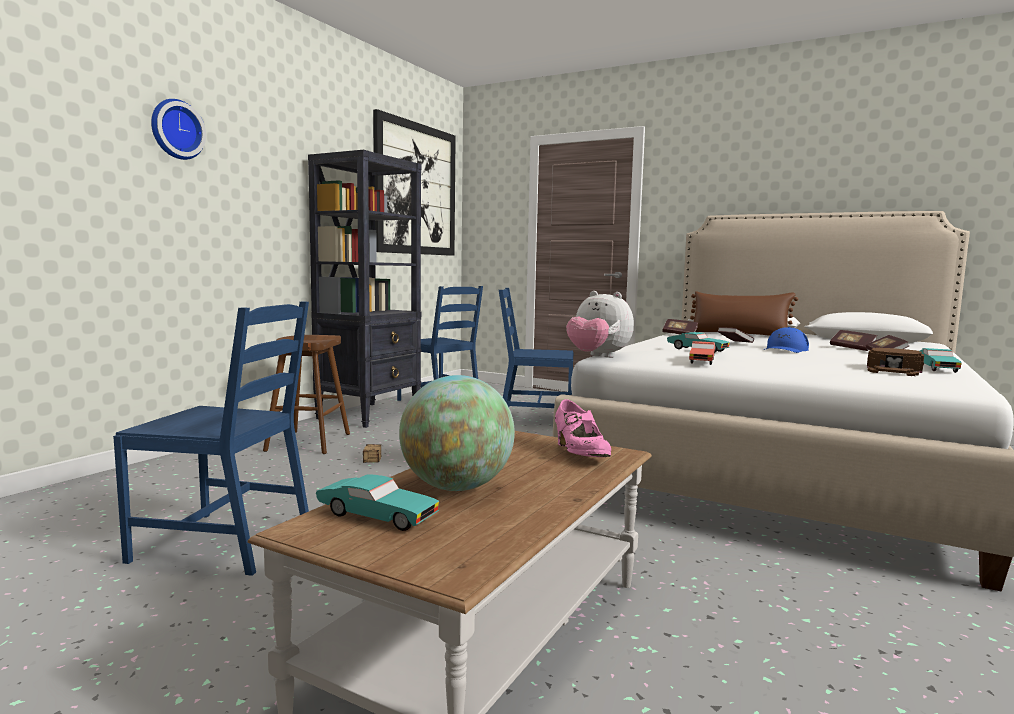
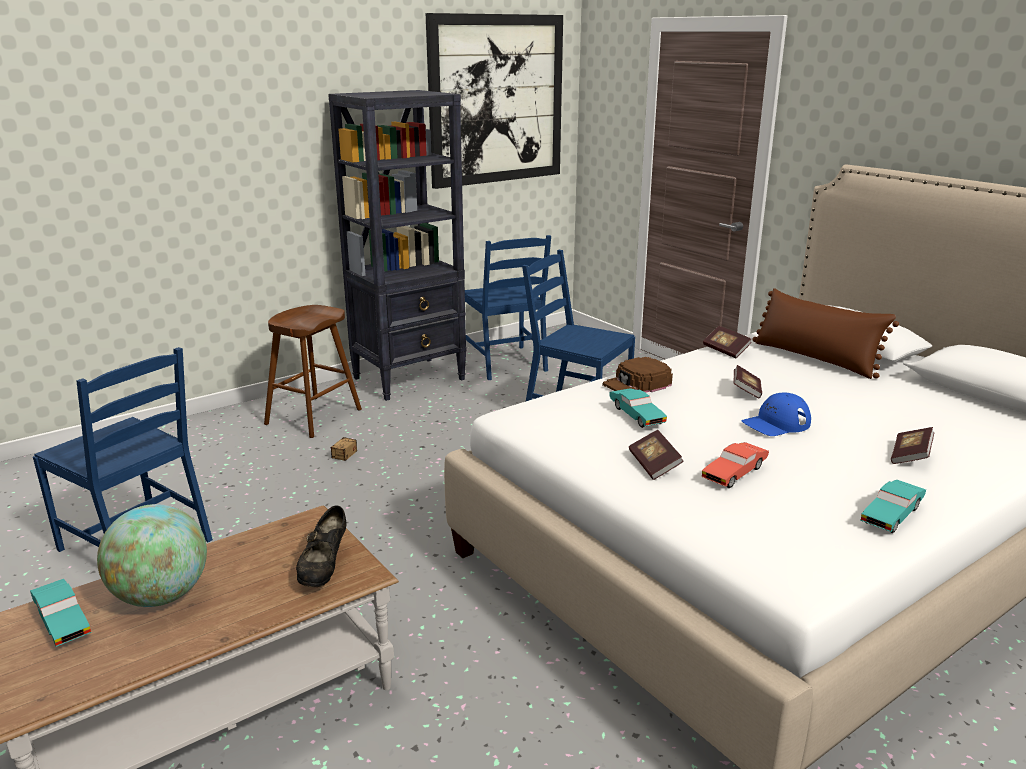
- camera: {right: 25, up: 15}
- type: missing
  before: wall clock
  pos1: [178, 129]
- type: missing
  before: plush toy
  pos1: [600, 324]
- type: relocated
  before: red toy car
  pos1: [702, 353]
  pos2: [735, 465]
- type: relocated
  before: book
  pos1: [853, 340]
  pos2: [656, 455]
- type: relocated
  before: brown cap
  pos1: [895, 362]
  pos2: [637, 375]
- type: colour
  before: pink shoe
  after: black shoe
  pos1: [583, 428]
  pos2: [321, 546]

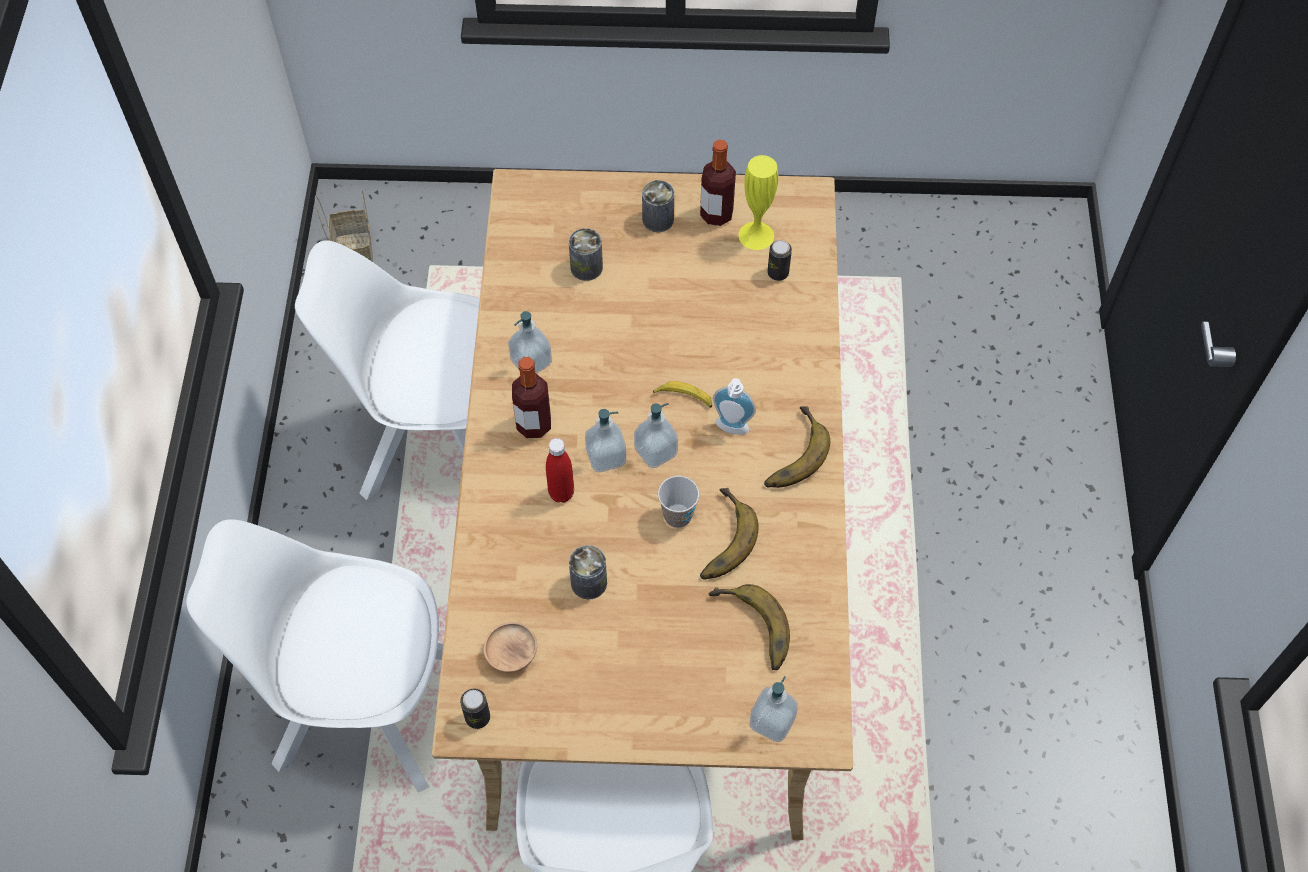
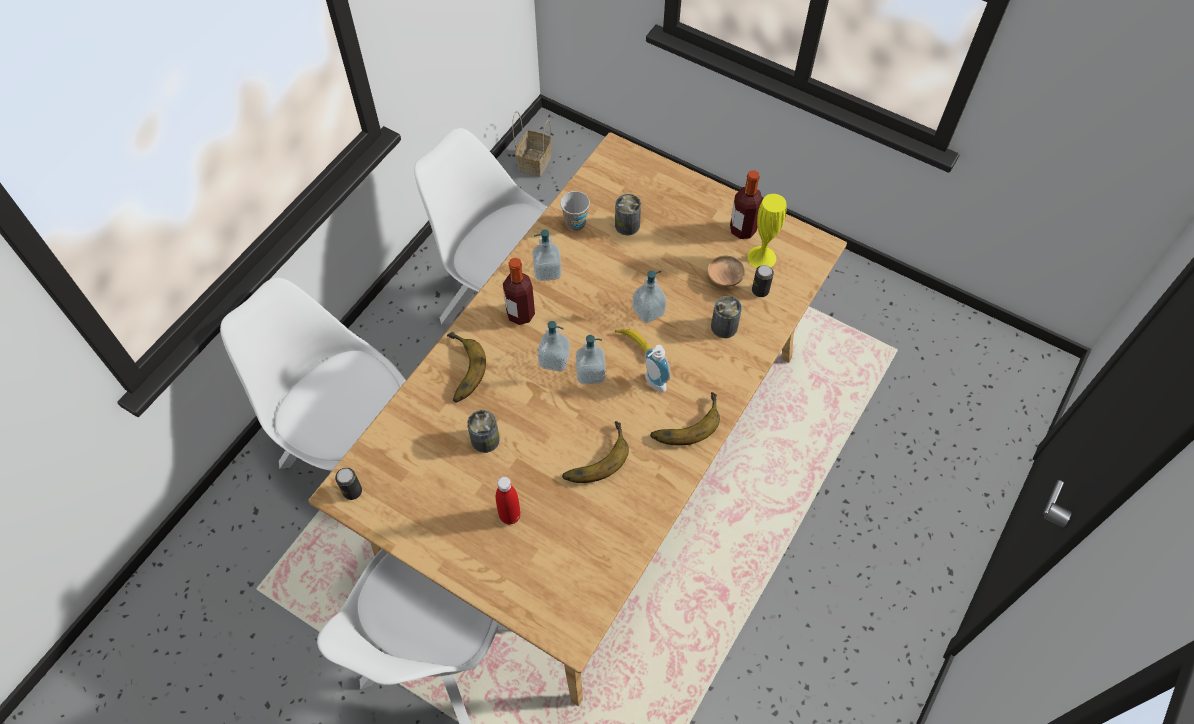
- camera: {right: 30, up: 0}
- type: relocated
  before: brown bowl
  pos1: [510, 647]
  pos2: [726, 271]
- type: relocated
  before: red bottle
  pos1: [560, 470]
  pos2: [508, 501]
- type: relocated
  before: can
  pos1: [658, 206]
  pos2: [726, 317]
- type: relocated
  before: cup
  pos1: [678, 502]
  pos2: [575, 211]
- type: relocated
  before: banana
  pos1: [749, 627]
  pos2: [466, 367]
- type: relocated
  before: soap dispenser
  pos1: [774, 709]
  pos2: [649, 297]

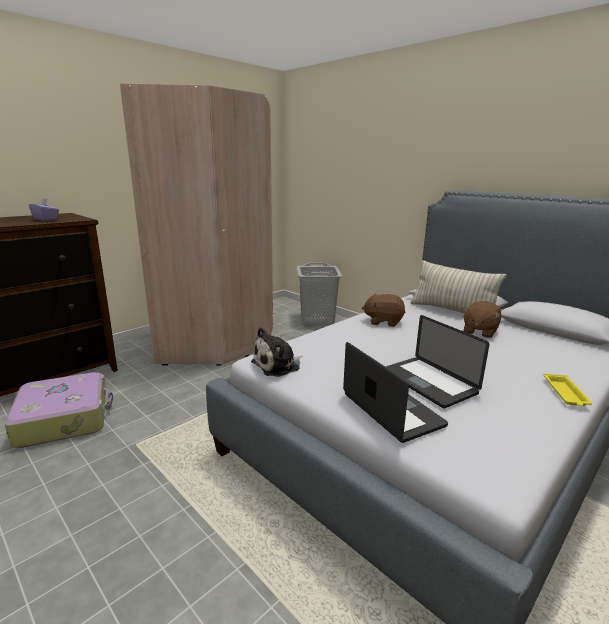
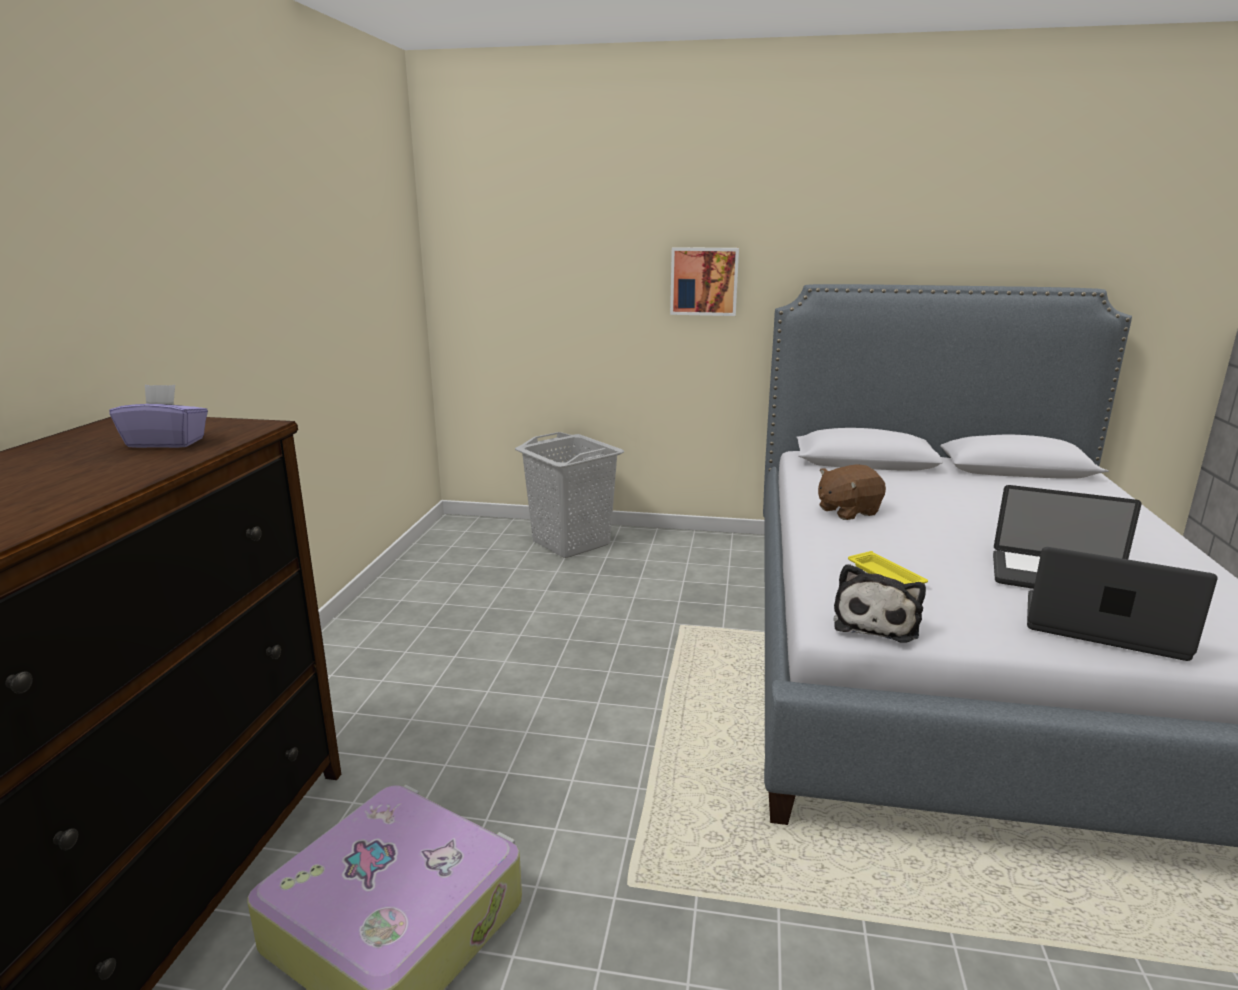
- camera: {right: -35, up: 0}
- type: missing
  before: beige wardrobe
  pos1: [196, 224]
- type: missing
  before: pillow
  pos1: [458, 286]
- type: missing
  before: brown plush toy
  pos1: [482, 319]
- type: appeared
  after: picture
  pos2: [704, 281]
- type: relocated
  before: yellow tray
  pos1: [568, 390]
  pos2: [888, 567]

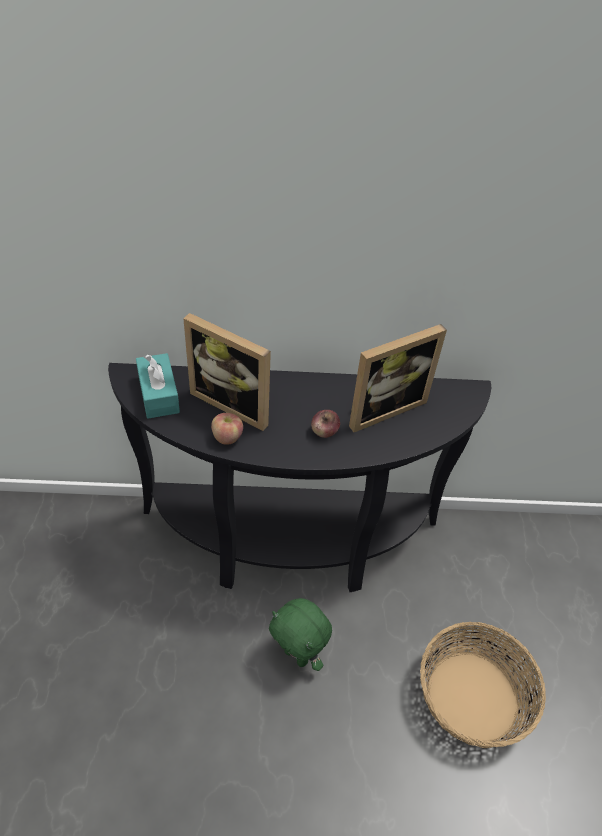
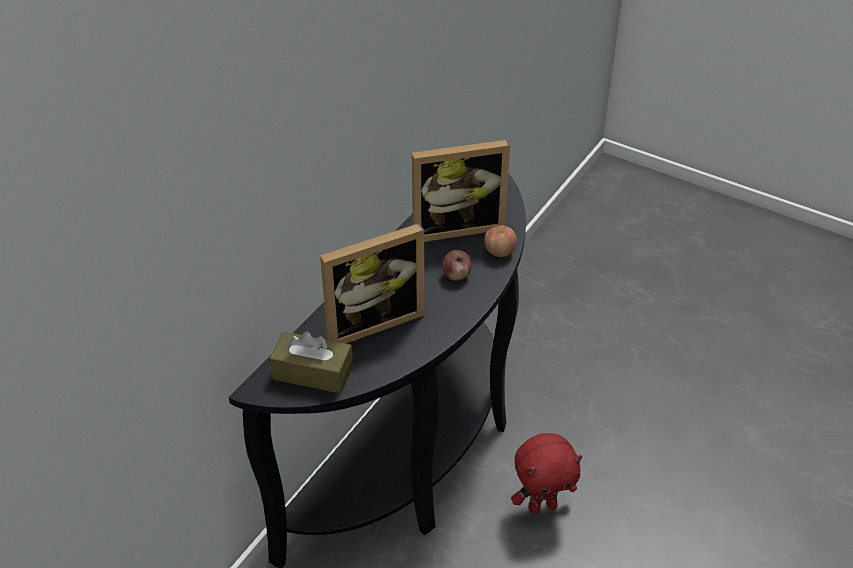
- camera: {right: -55, up: -5}
- type: missing
  before: basket
  pos1: [483, 685]
- type: relocated
  before: apple
  pos1: [227, 429]
  pos2: [500, 241]
- type: colour
  before: turquoise tissue box
  after: brown tissue box
  pos1: [158, 386]
  pos2: [311, 362]
- type: colour
  before: green plush toy
  after: red plush toy
  pos1: [300, 634]
  pos2: [546, 473]
- type: spun
  before: picture frame
  pos1: [398, 378]
  pos2: [461, 191]
  turn: 75

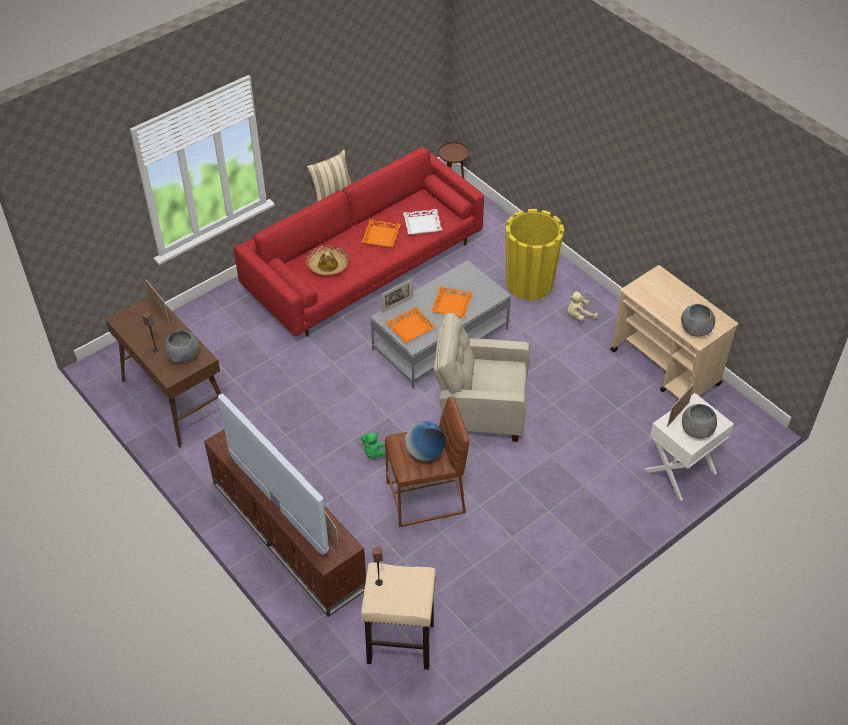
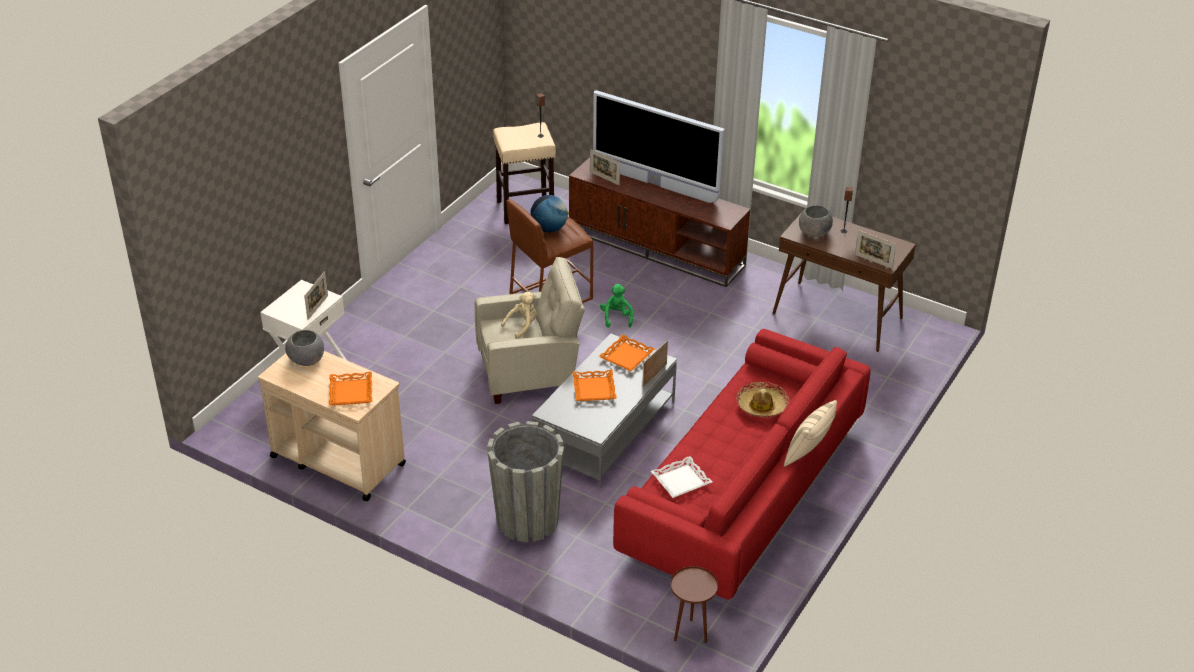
- camera: {right: 160, up: -10}
- type: missing
  before: grey bowl
  pos1: [699, 421]
- type: relocated
  before: orange tray
  pos1: [381, 233]
  pos2: [351, 388]
- type: relocated
  before: beige plush toy
  pos1: [583, 307]
  pos2: [519, 315]
- type: colour
  before: yellow planter
  after: grey planter
  pos1: [535, 255]
  pos2: [525, 481]

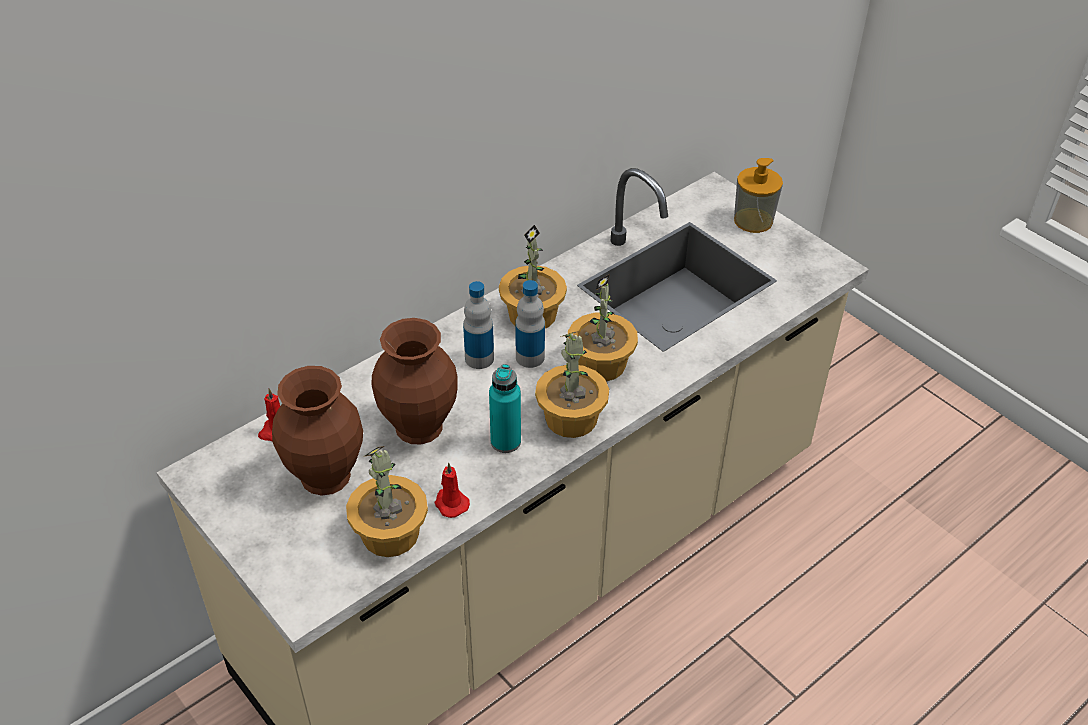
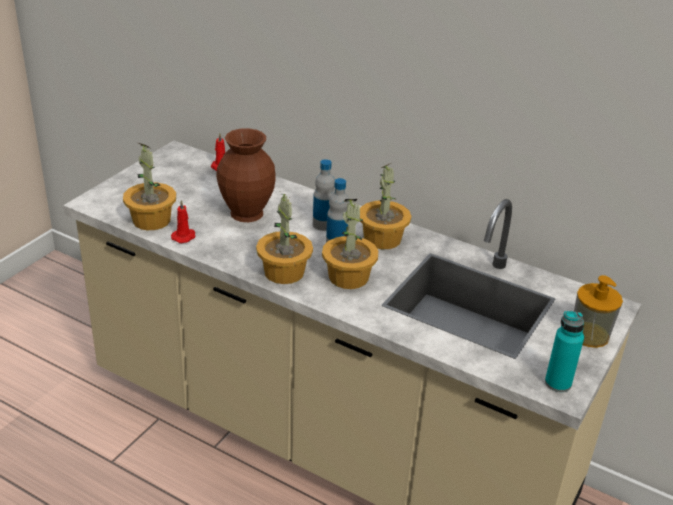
- camera: {right: 70, up: -10}
- type: missing
  before: brown vase
  pos1: [317, 431]
- type: relocated
  before: turquoise bottle
  pos1: [505, 408]
  pos2: [564, 351]

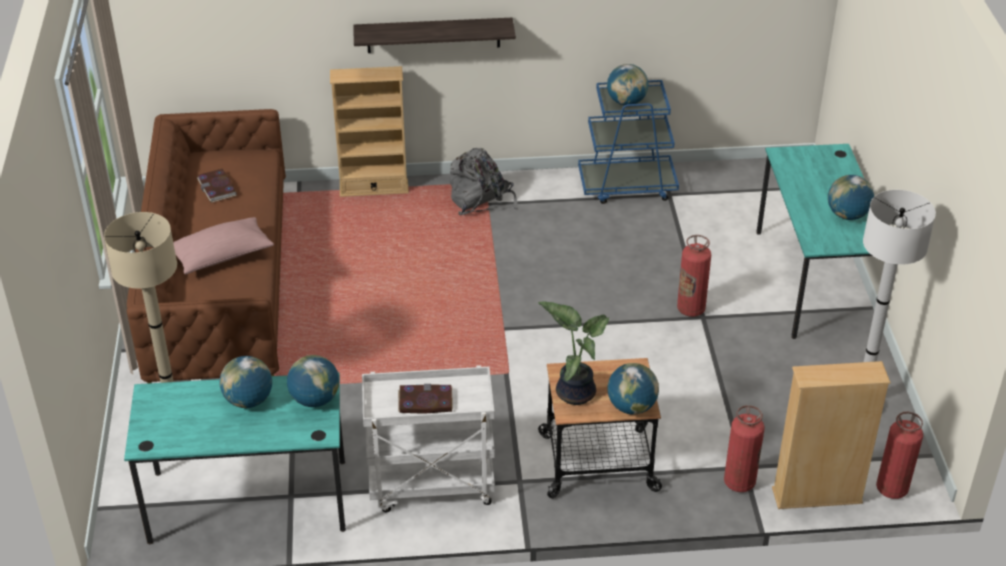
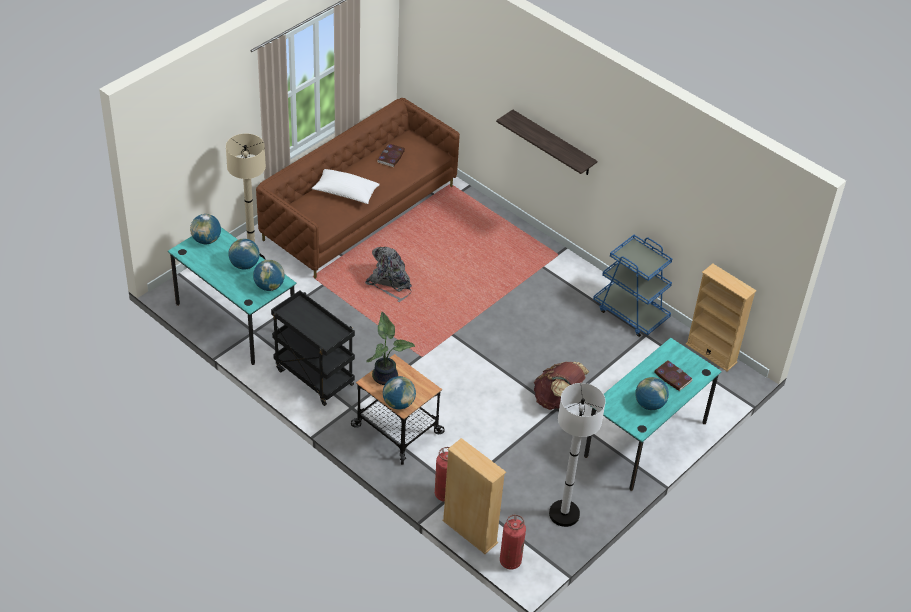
- camera: {right: 45, up: 5}
- type: relocated
  before: beige bookcase
  pos1: [369, 131]
  pos2: [721, 317]
- type: relocated
  before: book
  pos1: [425, 399]
  pos2: [673, 375]
- type: relocated
  before: grey backpack
  pos1: [483, 181]
  pos2: [388, 274]
- type: relocated
  before: globe
  pos1: [627, 85]
  pos2: [205, 229]
- type: exchanged
  before: fire extinguisher
  after: brown backpack
  pos1: [694, 276]
  pos2: [561, 386]
- type: colour
  before: pink pillow
  after: white pillow
  pos1: [223, 245]
  pos2: [346, 186]
- type: colour
  before: white cart
  after: black cart
  pos1: [428, 438]
  pos2: [313, 348]

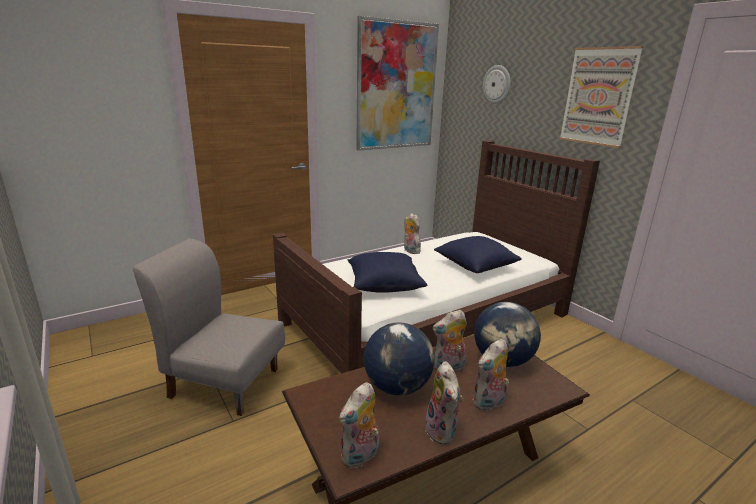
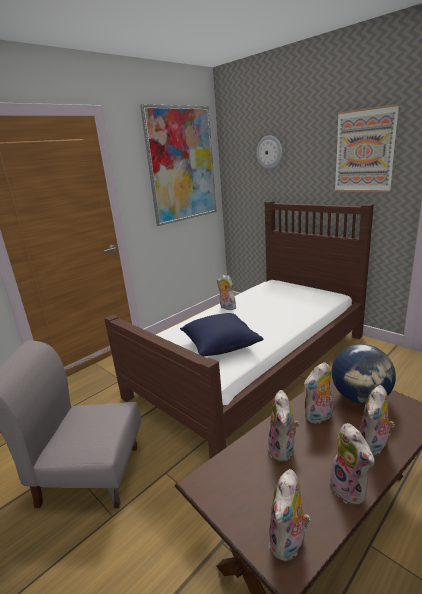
- camera: {right: -10, up: 0}
- type: missing
  before: blue pillow
  pos1: [478, 254]
- type: exchanged
  before: globe
  after: plush toy
  pos1: [399, 358]
  pos2: [284, 426]

